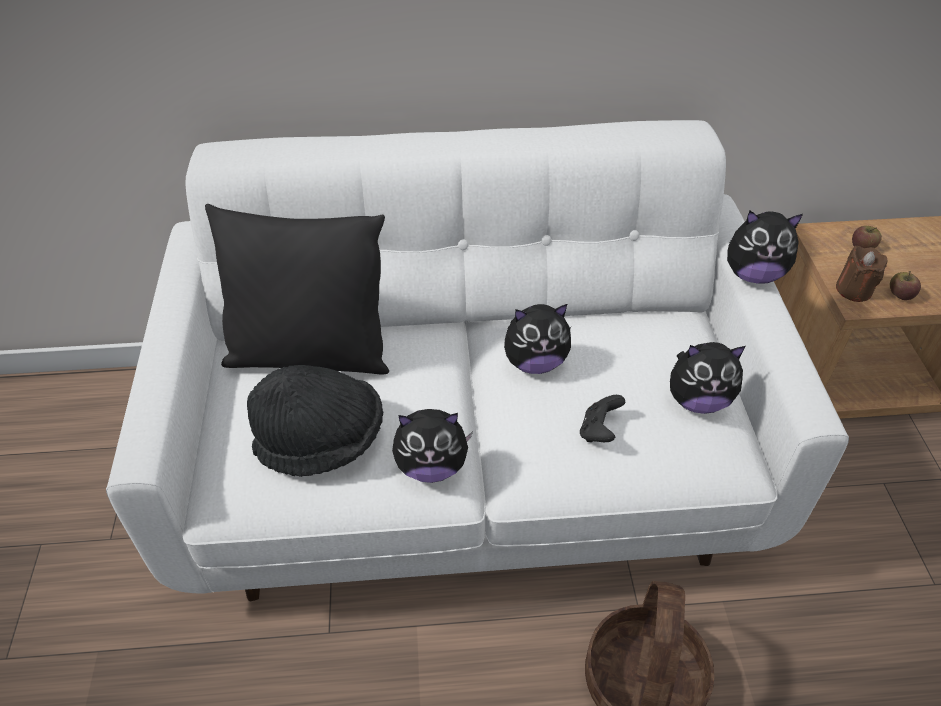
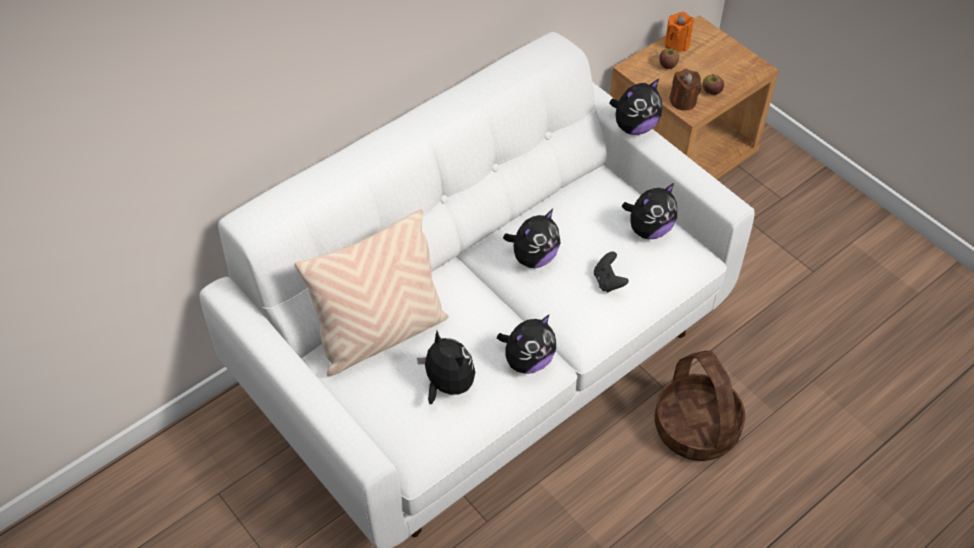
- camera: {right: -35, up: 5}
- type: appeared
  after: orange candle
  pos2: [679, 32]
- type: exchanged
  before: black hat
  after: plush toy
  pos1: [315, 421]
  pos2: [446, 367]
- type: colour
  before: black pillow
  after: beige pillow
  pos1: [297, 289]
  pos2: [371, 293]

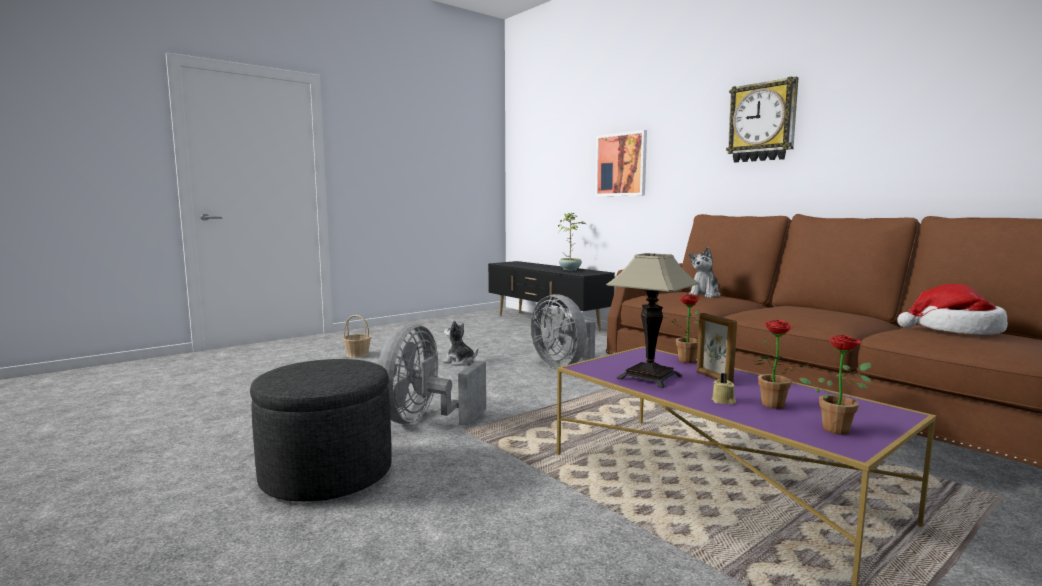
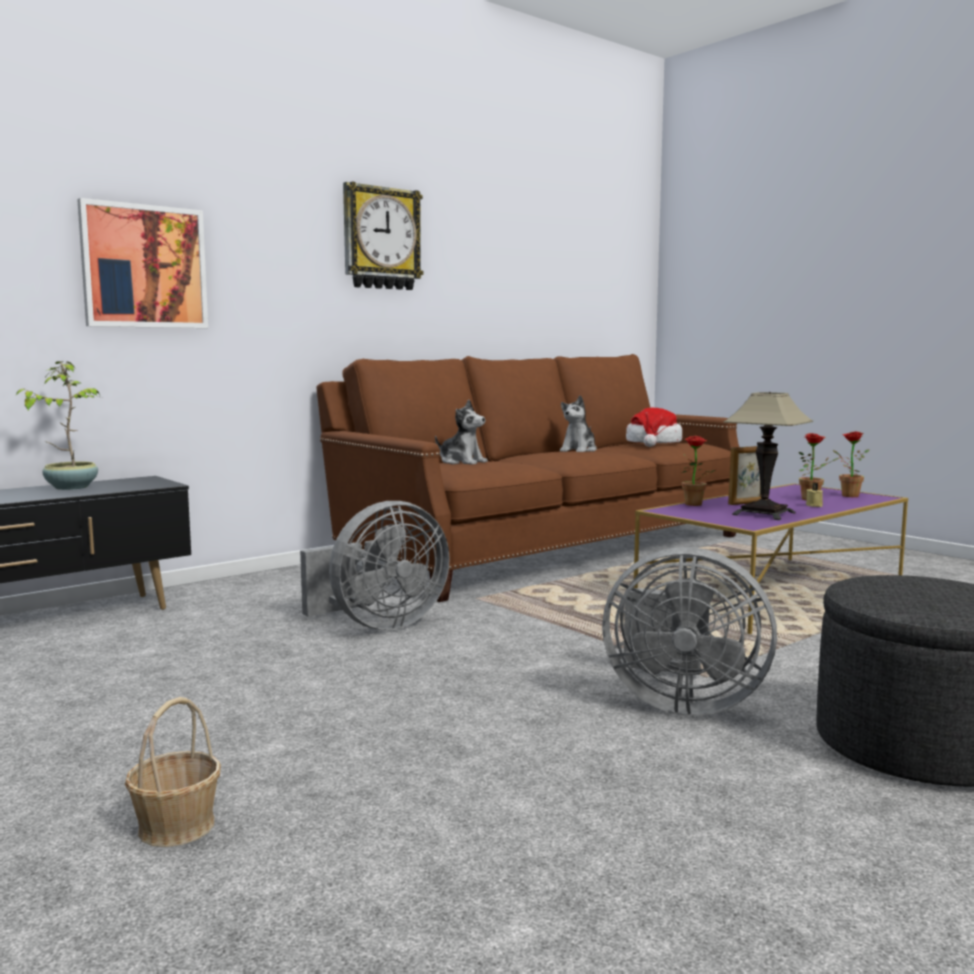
- camera: {right: -90, up: 0}
- type: relocated
  before: plush toy
  pos1: [460, 343]
  pos2: [578, 423]

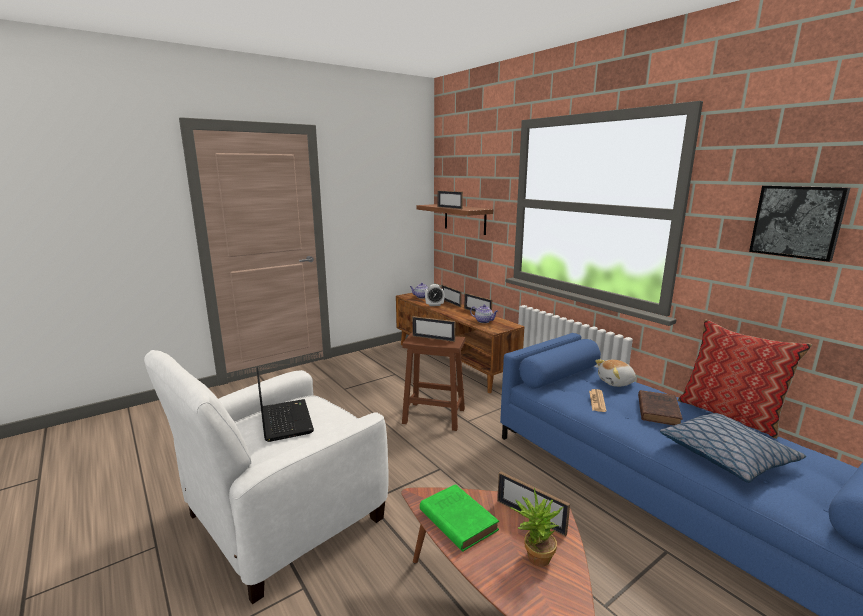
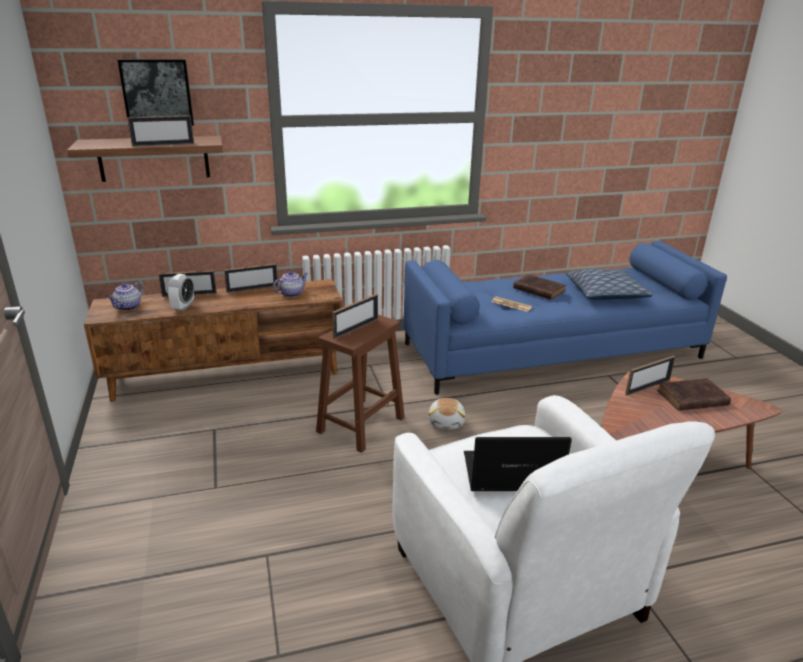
- camera: {right: -70, up: 10}
- type: missing
  before: green book
  pos1: [459, 518]
- type: missing
  before: pillow
  pos1: [744, 379]
- type: relocated
  before: plush toy
  pos1: [615, 373]
  pos2: [447, 413]
- type: relocated
  before: picture
  pos1: [799, 223]
  pos2: [156, 92]
- type: exchanged
  before: potted plant
  after: brown book
  pos1: [536, 527]
  pos2: [694, 394]

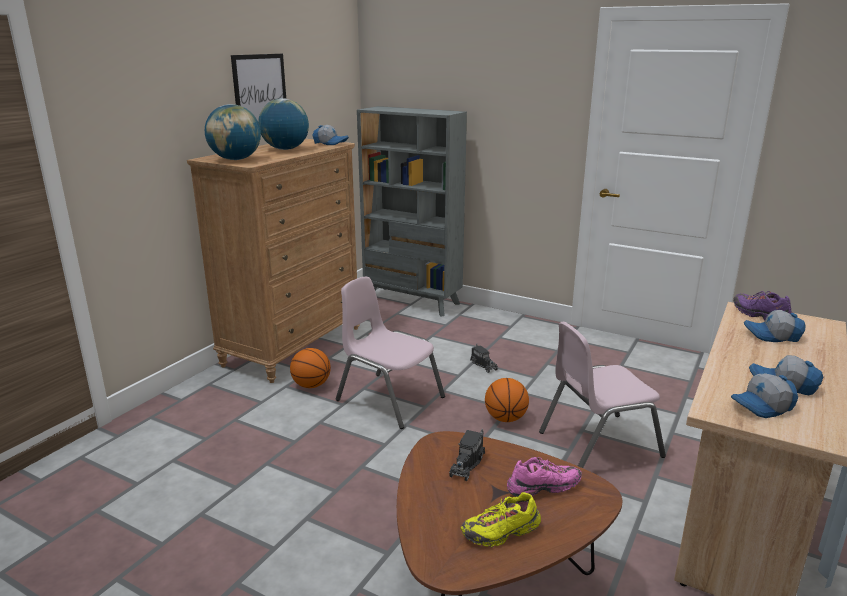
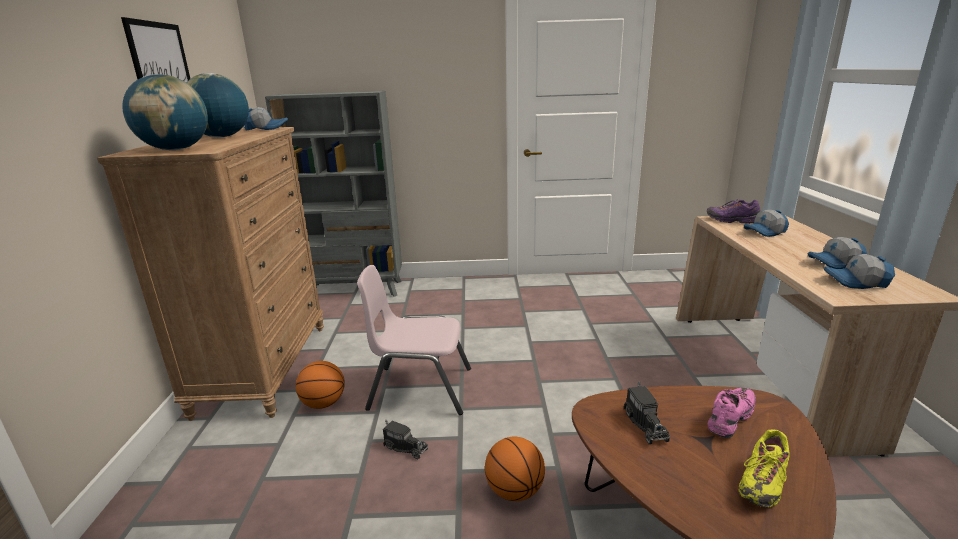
- camera: {right: -30, up: 0}
- type: missing
  before: pink chair
  pos1: [602, 395]
- type: relocated
  before: toy truck
  pos1: [484, 358]
  pos2: [405, 439]
- type: relocated
  before: basketball
  pos1: [507, 400]
  pos2: [515, 469]
- type: spun
  before: cap
  pos1: [764, 395]
  pos2: [859, 271]
  turn: 60

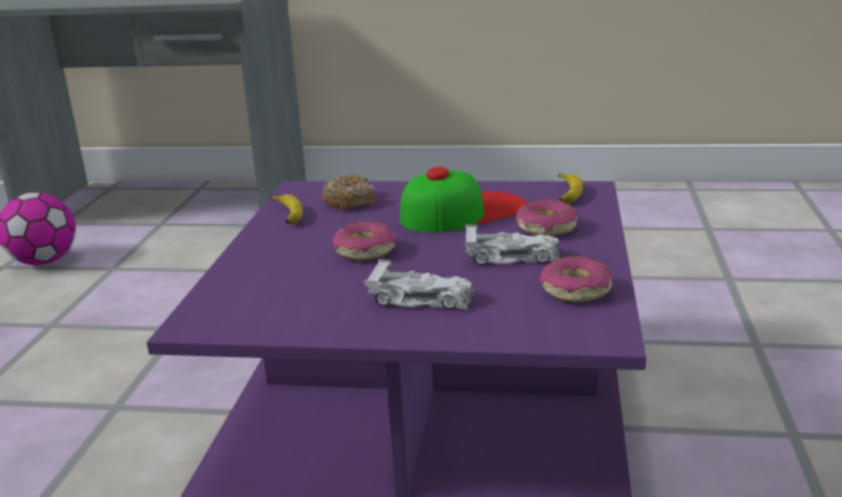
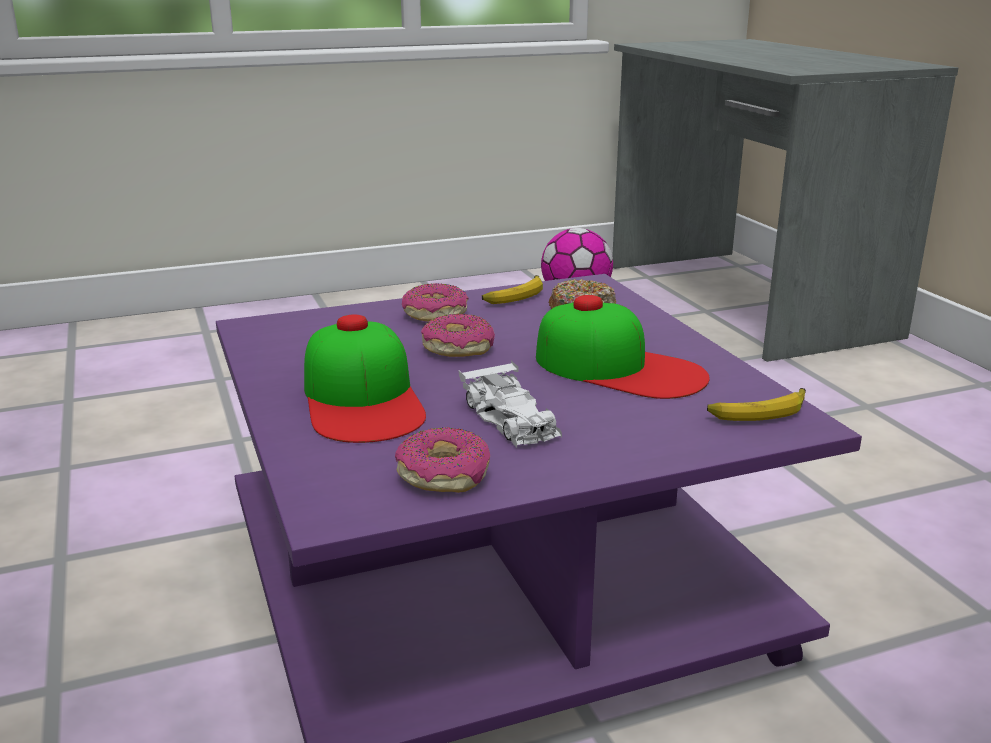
- camera: {right: 60, up: 0}
- type: relocated
  before: donut
  pos1: [546, 217]
  pos2: [435, 302]
- type: exchanged
  before: white toy car
  after: cap
  pos1: [419, 284]
  pos2: [365, 379]

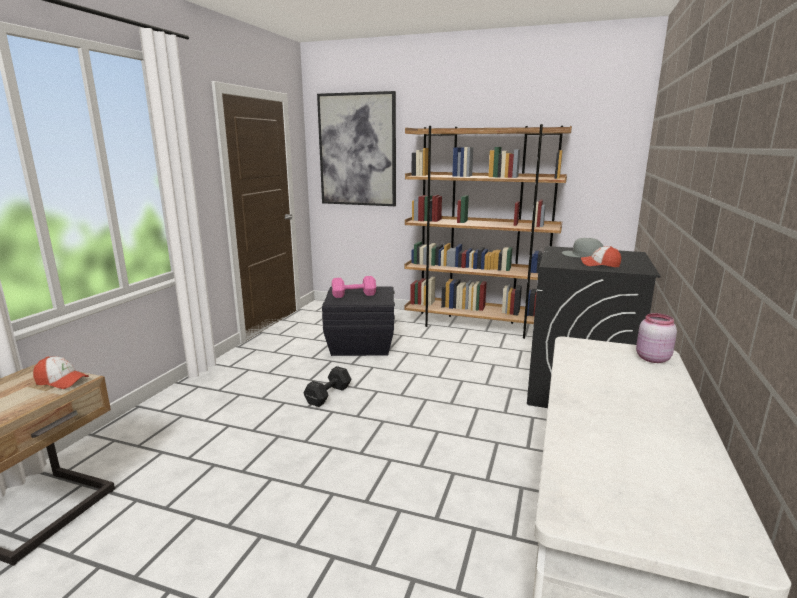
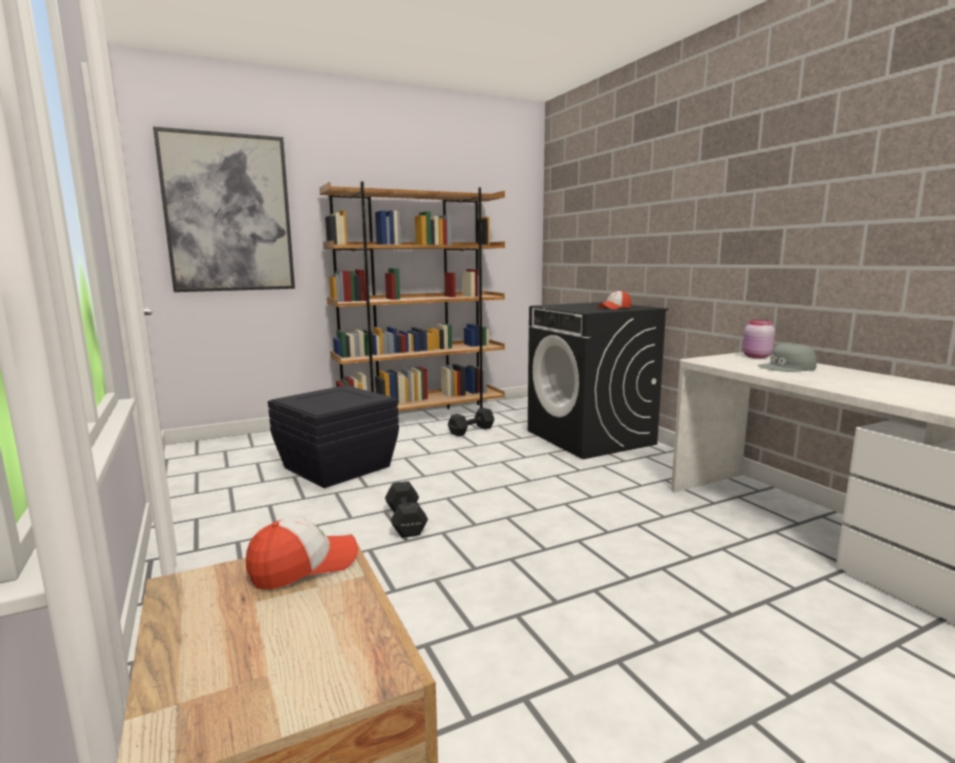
- camera: {right: -45, up: -5}
- type: missing
  before: pink dumbbell
  pos1: [354, 287]
- type: appeared
  after: black dumbbell
  pos2: [471, 422]
- type: relocated
  before: grey cap
  pos1: [582, 248]
  pos2: [787, 357]

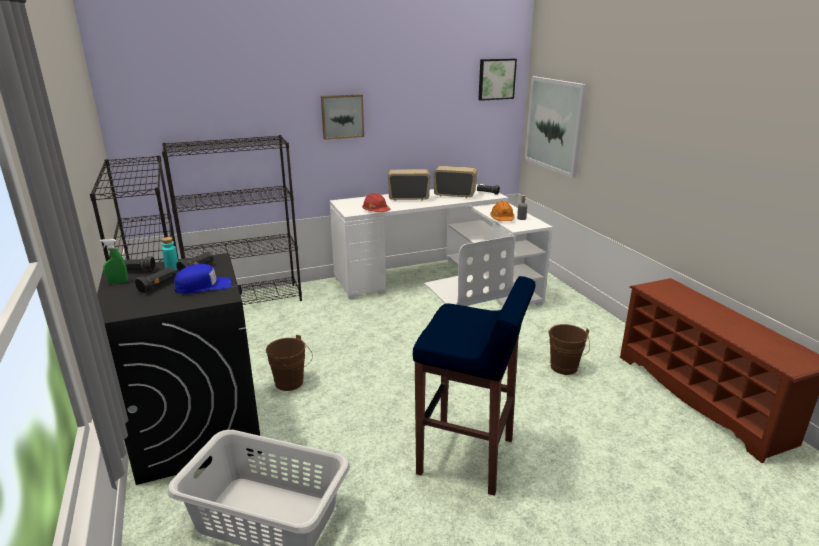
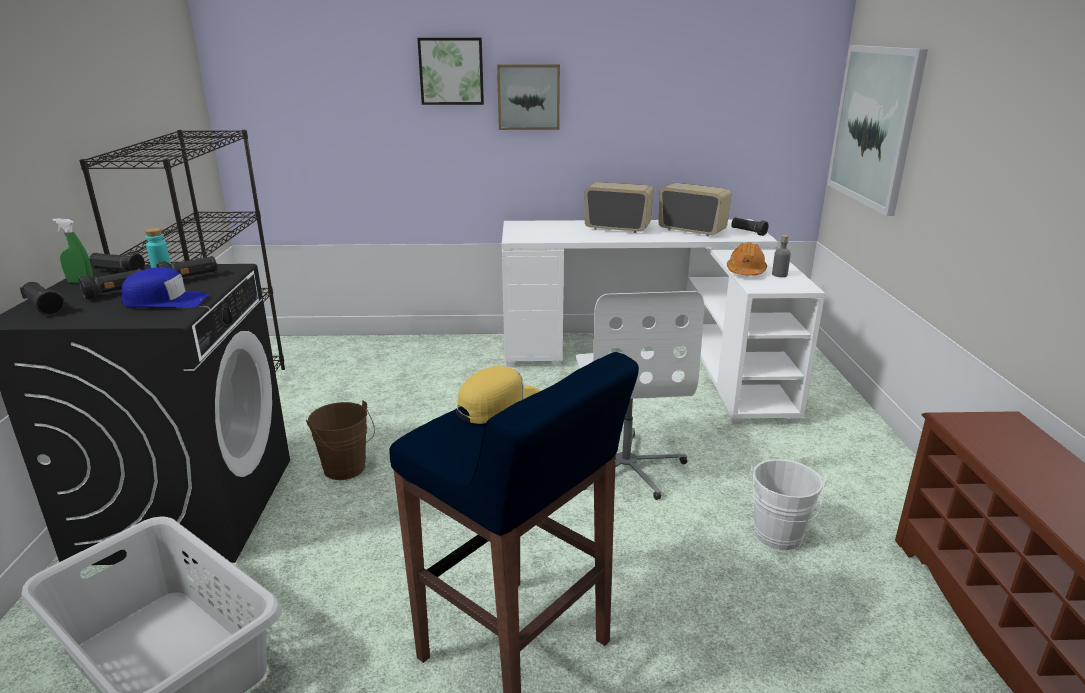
- camera: {right: 20, up: 0}
- type: missing
  before: black bookcase
  pos1: [232, 220]
- type: missing
  before: red hard hat
  pos1: [376, 202]
- type: appeared
  after: black flashlight
  pos2: [42, 298]
- type: appeared
  after: yellow cap
  pos2: [498, 395]
- type: relocated
  before: picture
  pos1: [497, 80]
  pos2: [450, 71]
- type: colour
  before: brown bucket
  after: white bucket
  pos1: [569, 349]
  pos2: [788, 505]

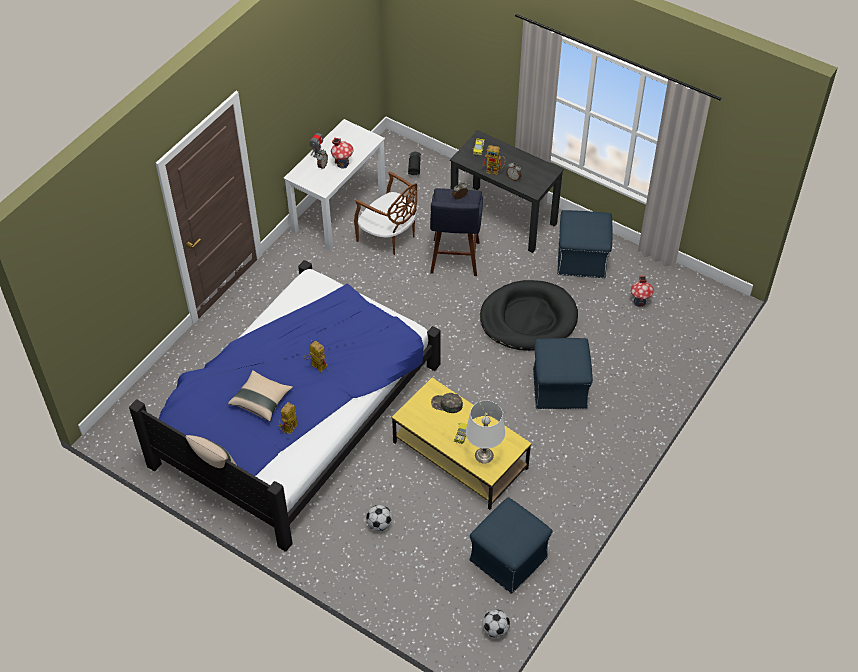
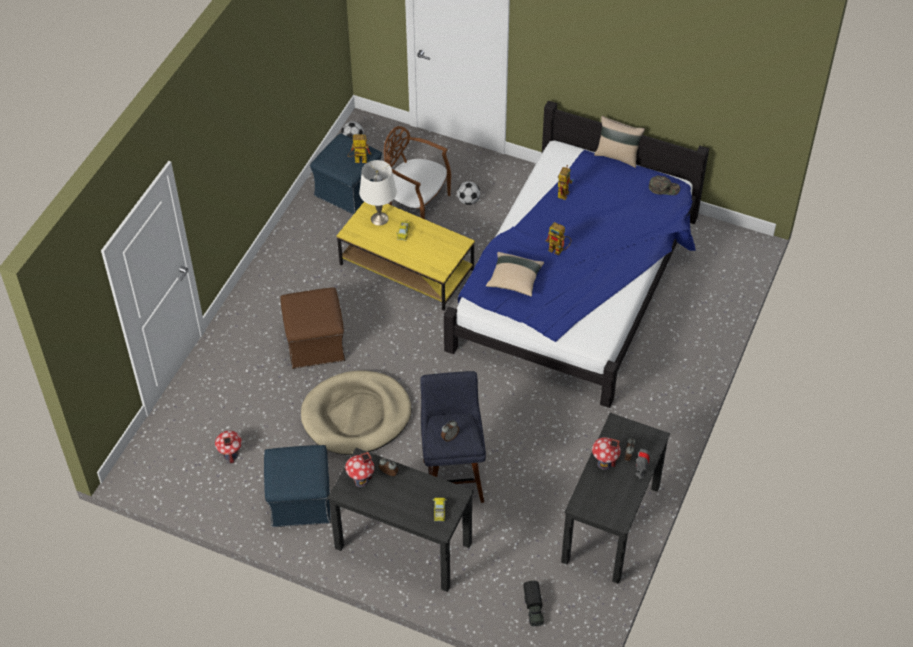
- camera: {right: 170, up: 0}
- type: appeared
  after: toy house
  pos2: [359, 469]
- type: relocated
  before: beige pillow
  pos1: [260, 396]
  pos2: [515, 274]
- type: relocated
  before: brown chair
  pos1: [385, 213]
  pos2: [417, 172]
- type: relocated
  before: green cap
  pos1: [447, 403]
  pos2: [664, 185]
- type: relocated
  before: toy robot
  pos1: [494, 160]
  pos2: [359, 148]
- type: colour
  before: white desk
  after: black desk
  pos1: [335, 185]
  pos2: [615, 498]
- type: colour
  before: black dog bed
  after: beige dog bed
  pos1: [529, 315]
  pos2: [356, 412]
- type: colour
  before: blue ottoman
  after: brown ottoman
  pos1: [563, 373]
  pos2: [312, 328]

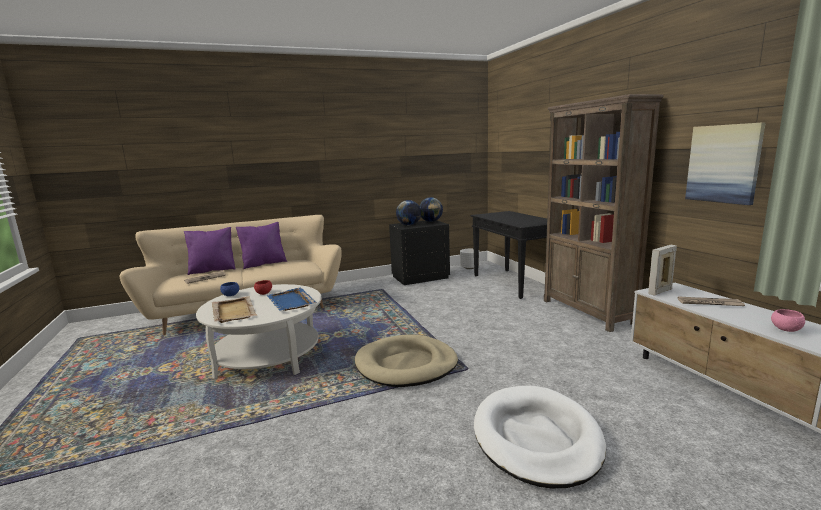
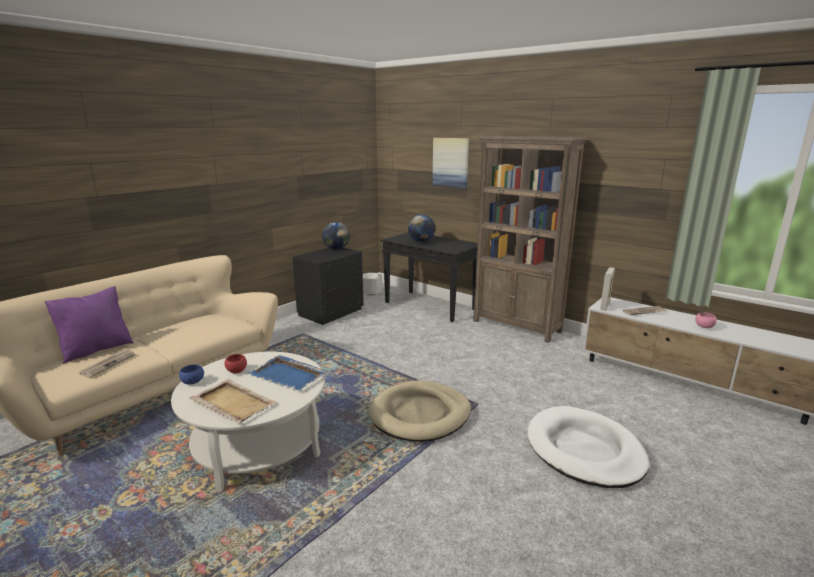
- camera: {right: -30, up: 5}
- type: missing
  before: purple pillow
  pos1: [261, 245]
- type: relocated
  before: globe
  pos1: [408, 213]
  pos2: [421, 228]
- type: relocated
  before: picture
  pos1: [725, 163]
  pos2: [450, 163]

